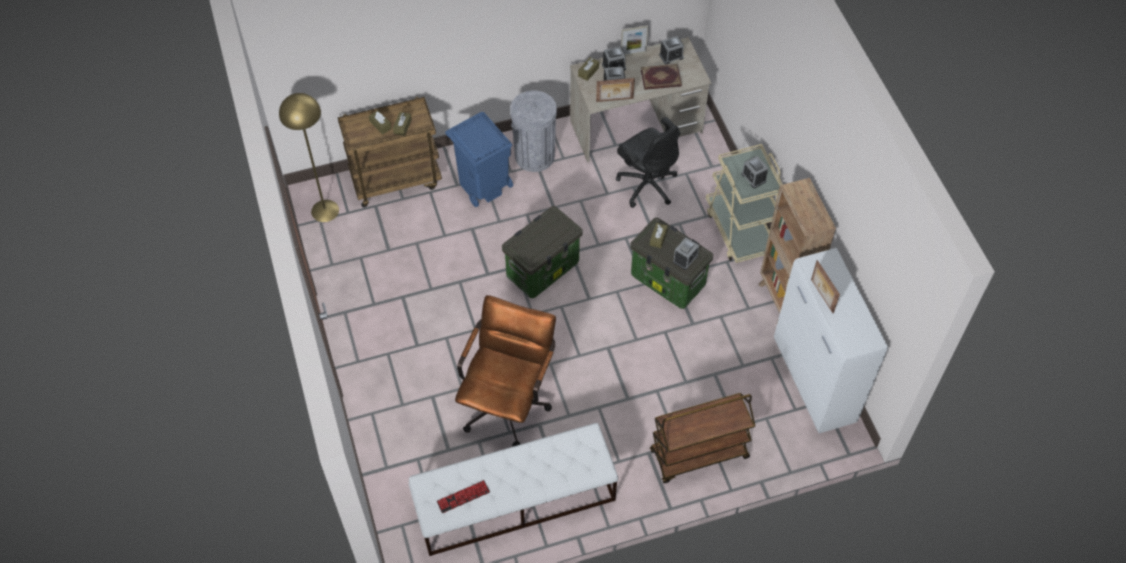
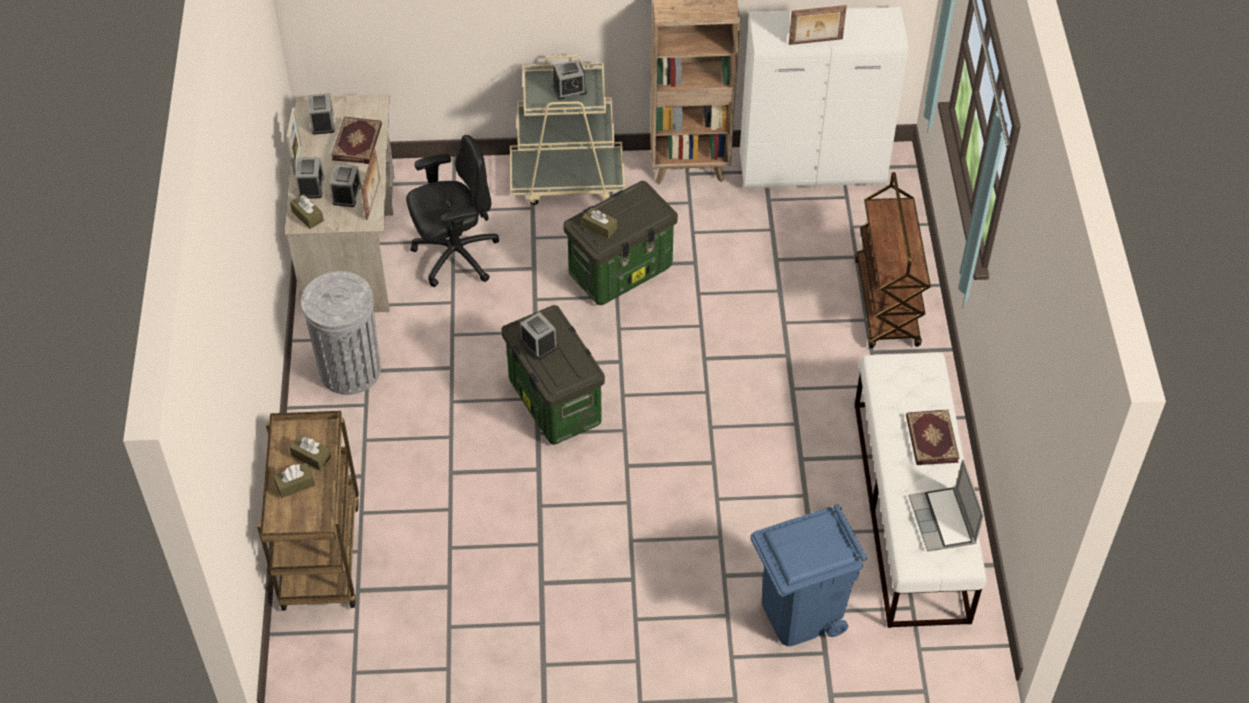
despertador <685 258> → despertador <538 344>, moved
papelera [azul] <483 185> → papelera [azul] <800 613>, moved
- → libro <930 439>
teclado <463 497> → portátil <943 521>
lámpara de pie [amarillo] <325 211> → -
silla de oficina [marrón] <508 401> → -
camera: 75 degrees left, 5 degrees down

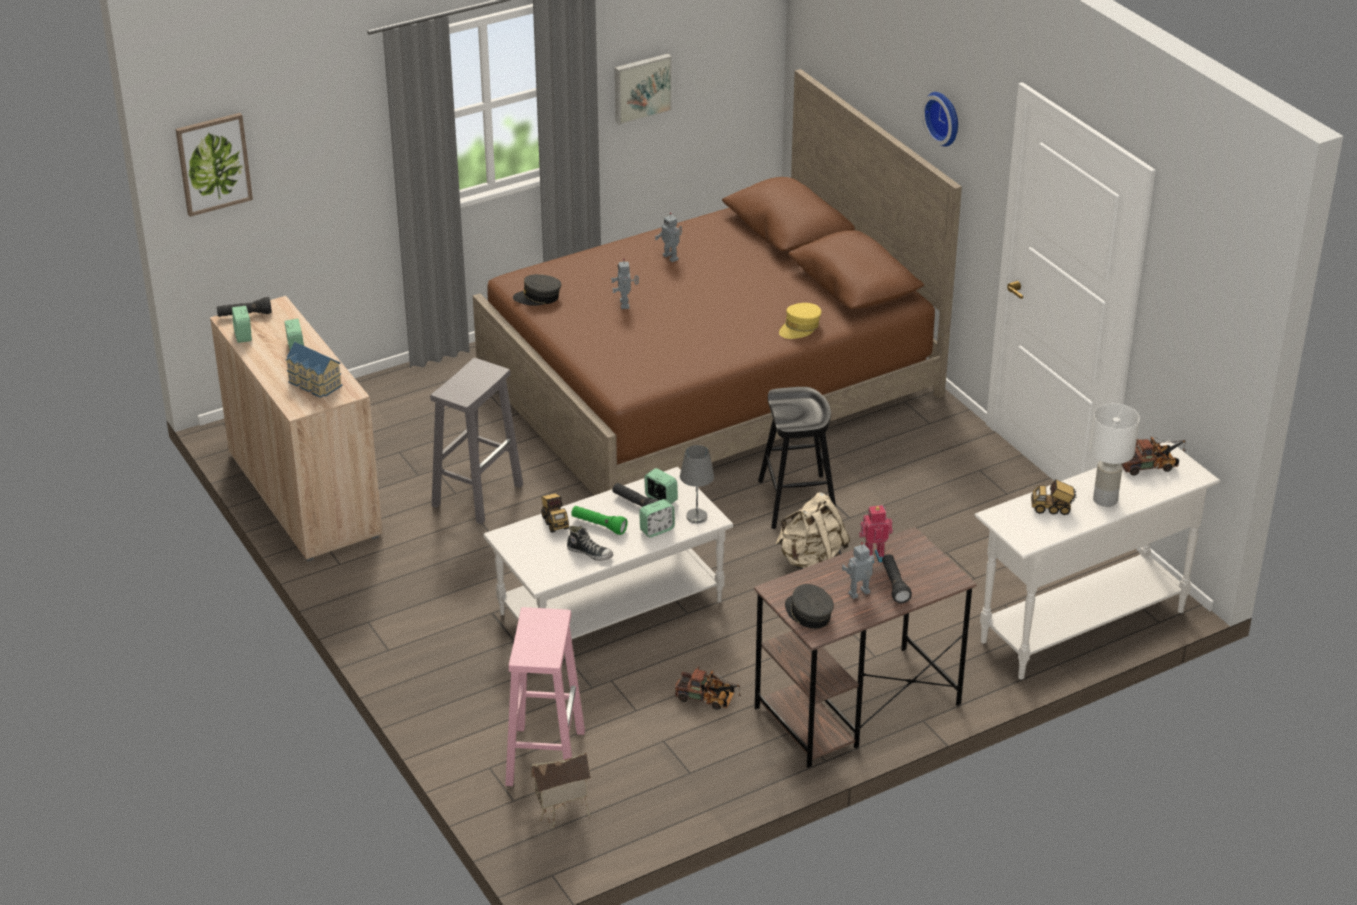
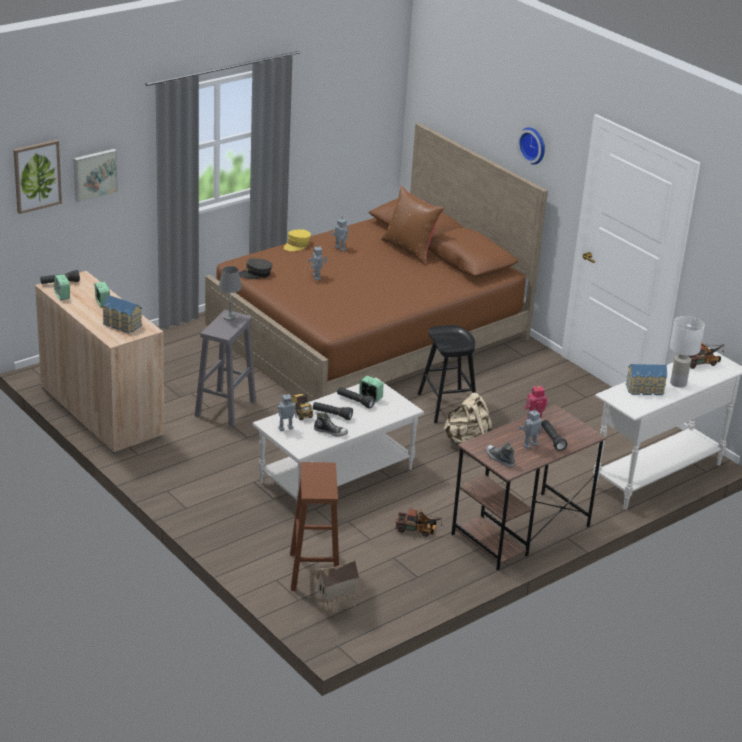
cuadro <641 87> → cuadro <94 174>, moved
lámpara de mesa [gris] <697 517> → lámpara de mesa [gris] <230 317>, moved
- → robot de juguete <285 428>
gorra [amarillo] <800 327> → gorra [amarillo] <297 245>, moved
taburete [rosa] <545 756> → taburete [marrón] <314 571>
linterna [verde] <598 526> → linterna [negro] <332 415>
- → cojín [marrón] <410 250>
gorra [gris] <808 614> → zapato <499 459>
camión de juguete <1052 509> → casita <645 389>
despertador <657 530> → -
camera: 10 degrees left, 5 degrees down

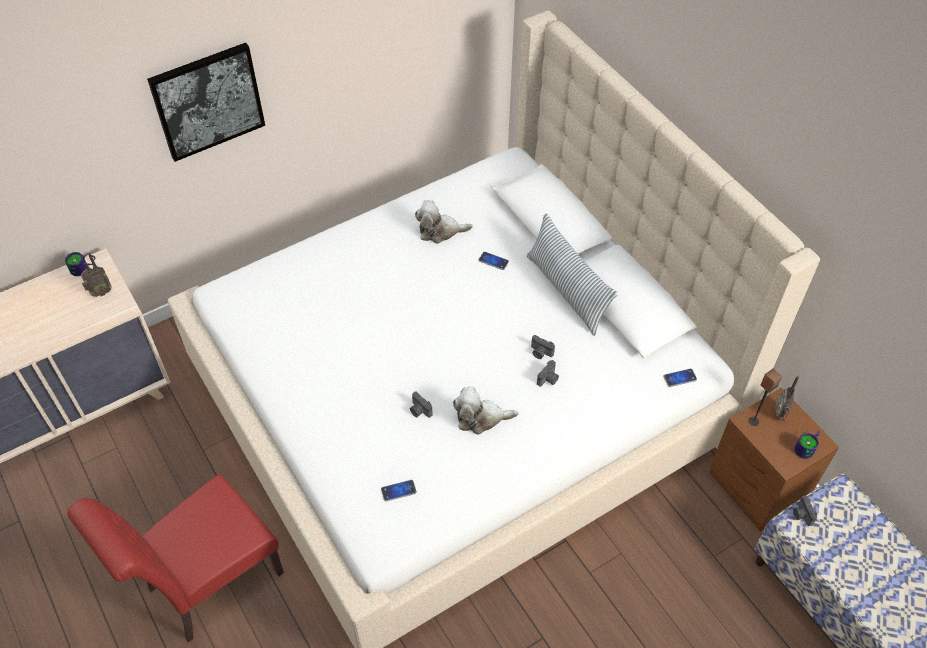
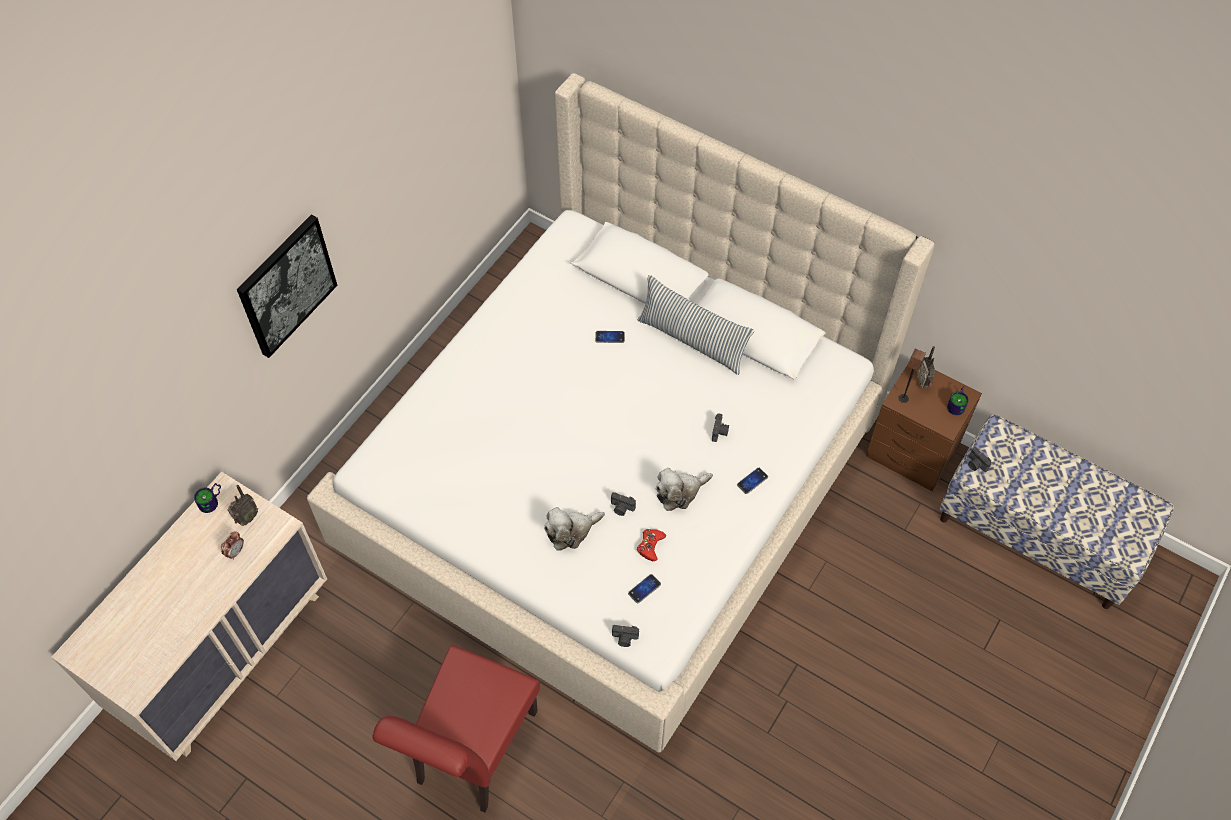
- → despertador <235 552>
peluche <440 231> → peluche <571 531>, moved
cámara <540 353> → cámara <624 639>, moved
- → mando de consola [rojo] <650 545>
móvil <680 378> → móvil <752 481>, moved
camera: 25 degrees left, 5 degrees up

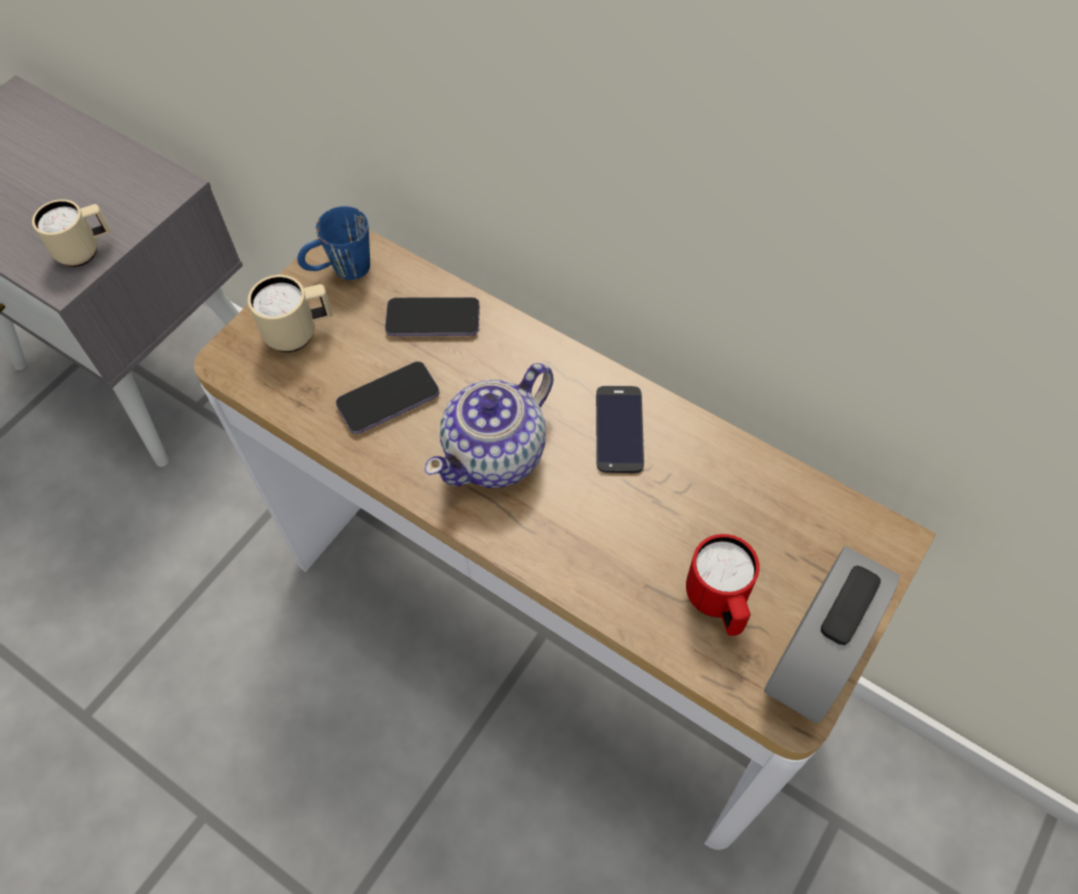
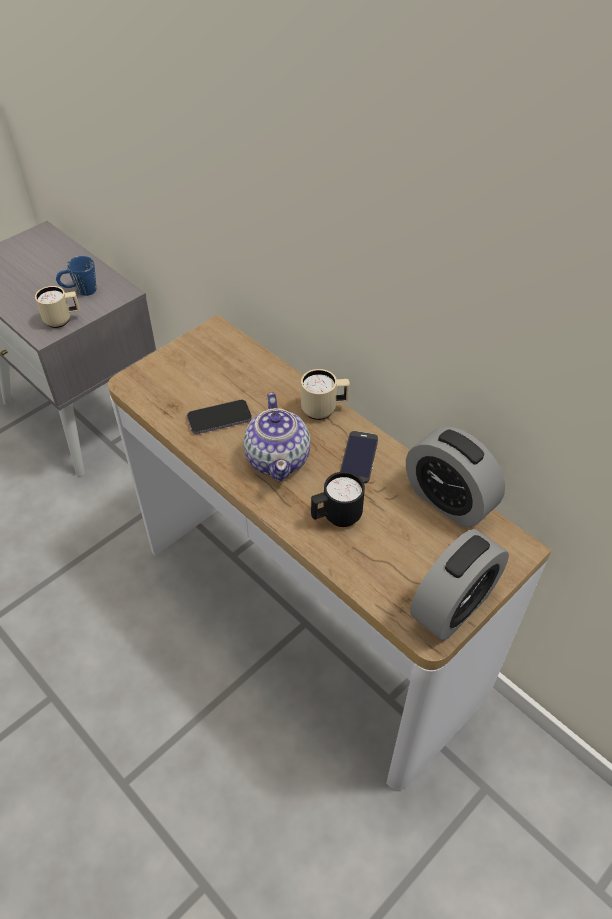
taza grande [azul] <340 271> → taza grande [azul] <80 291>, moved
tetera <496 453> → tetera <278 458>, 60 degrees counterclockwise
taza grande [beis] <300 333> → taza grande [beis] <324 409>, moved
- → taza grande [negro] <336 517>
- → despertador <448 500>
móvil <433 319> → -
taza grande [rojo] <718 603> → -
camera: 10 degrees right, 10 degrees down

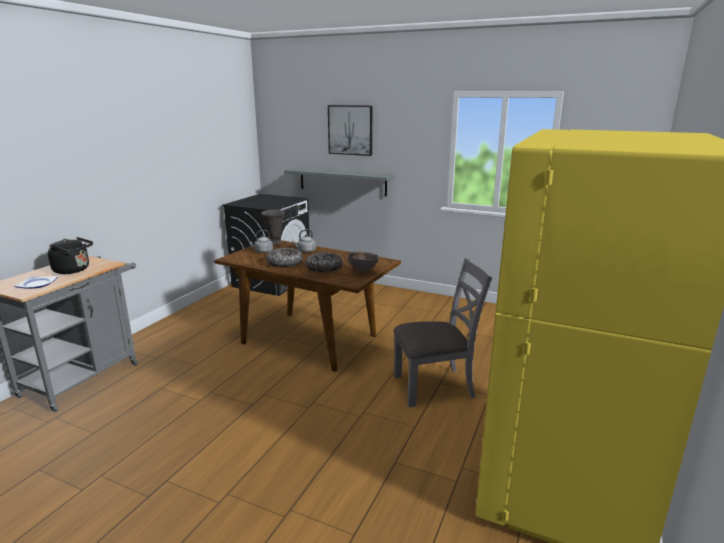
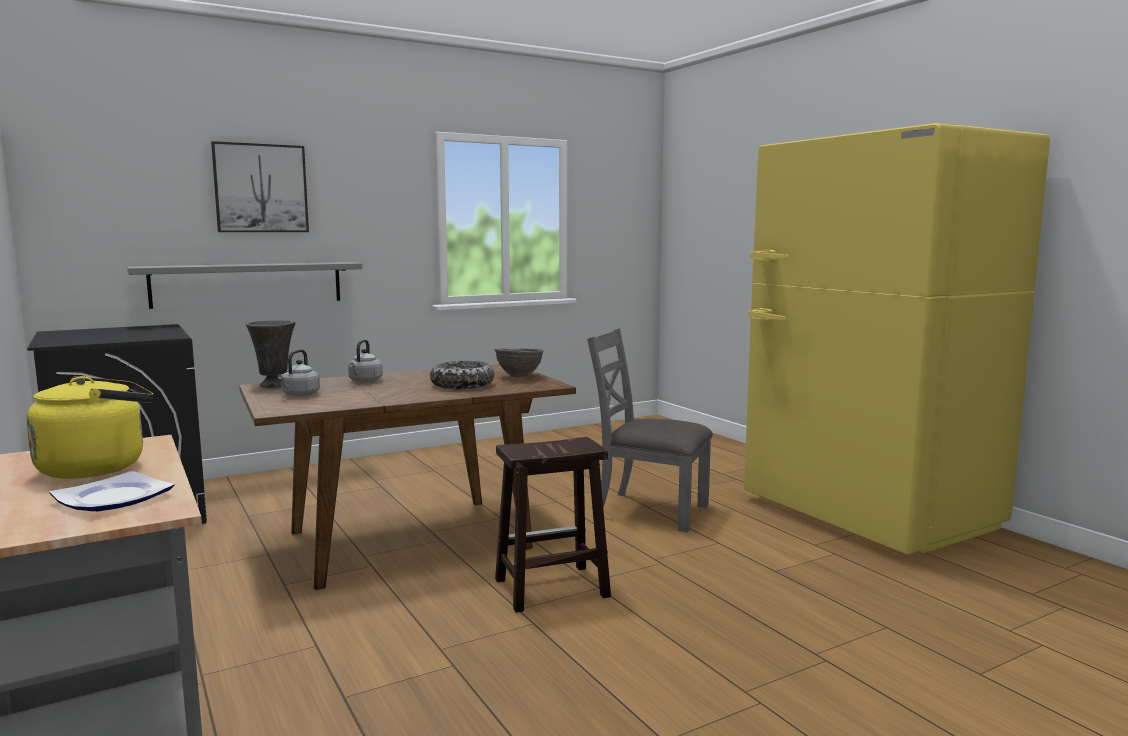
hervidor [negro] <74 270> → hervidor [amarillo] <99 467>
- → taburete [marrón] <549 588>
silla [gris] <434 386> → silla [gris] <650 510>, 90 degrees counterclockwise
cuenco <285 263> → -
camera: 55 degrees left, 10 degrees down

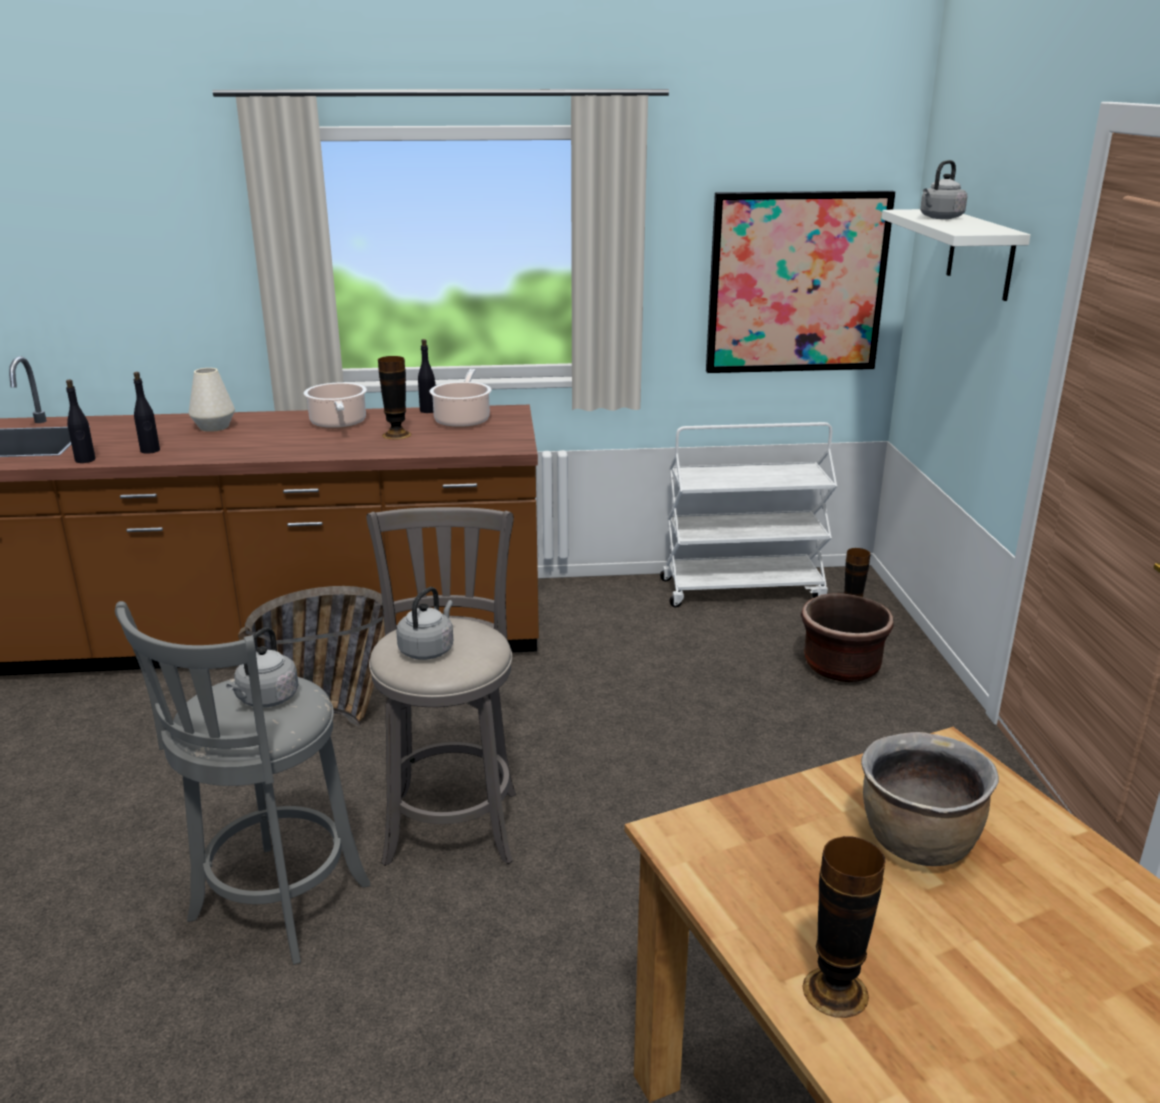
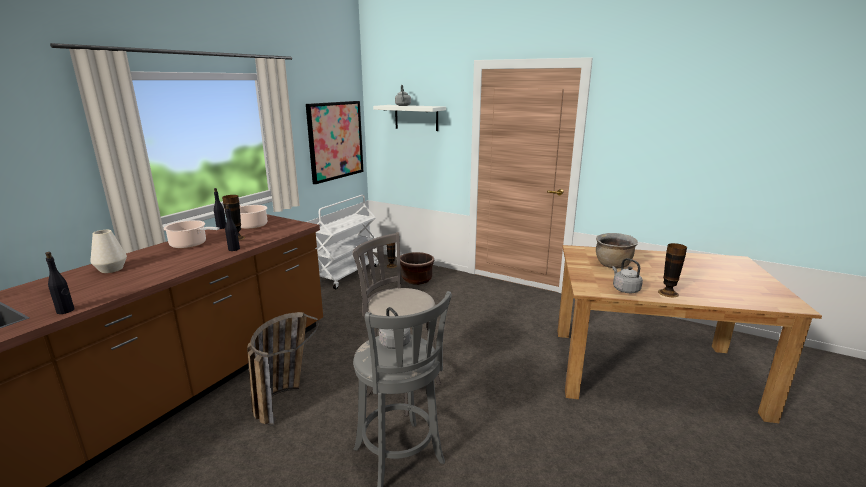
botella [negro] <150 450> → botella [negro] <234 249>, moved
hervidor [gris] <428 649> → hervidor [gris] <624 289>, moved
camera: 55 degrees left, 5 degrees down

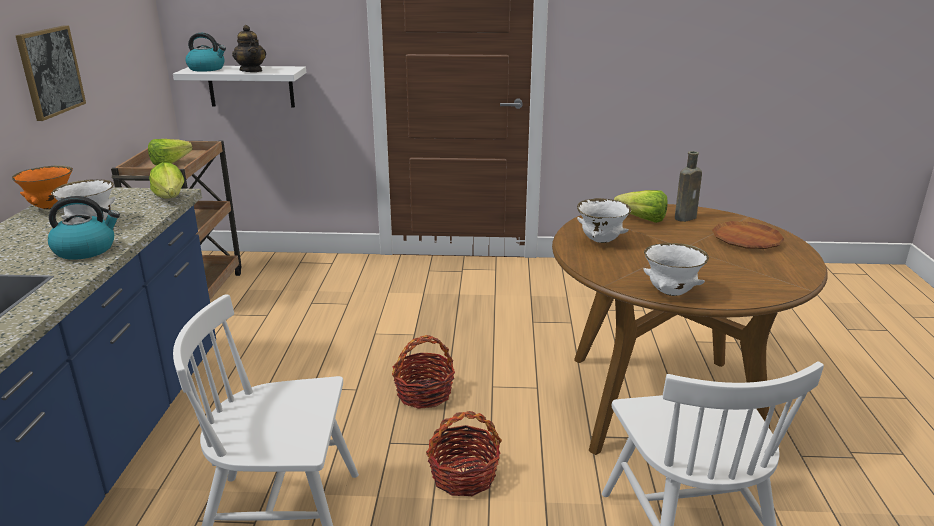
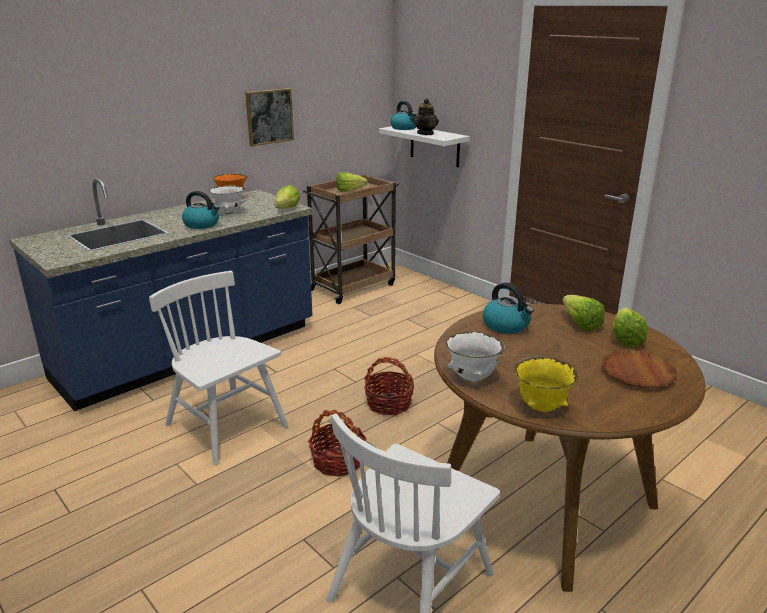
cuenco [blanco] <600 241> → hervidor <506 325>
- → cuenco [amarillo] <542 407>
botella [marrón] <686 217> → lechuga <626 337>
camera: 45 degrees right, 0 degrees up

